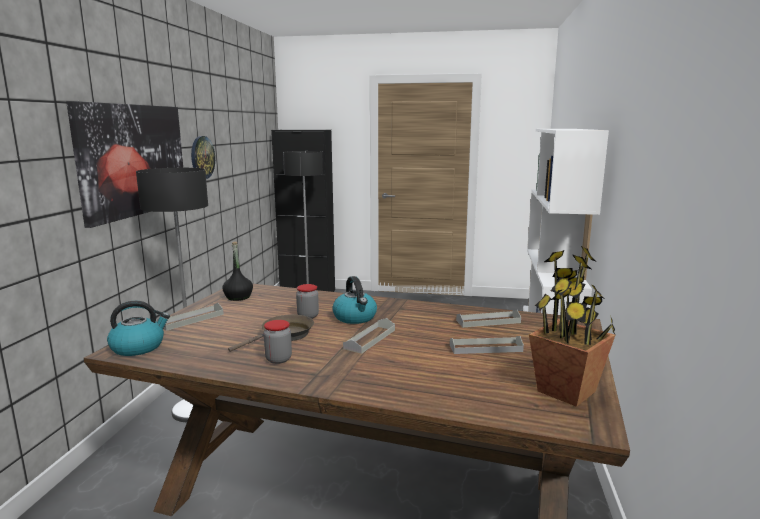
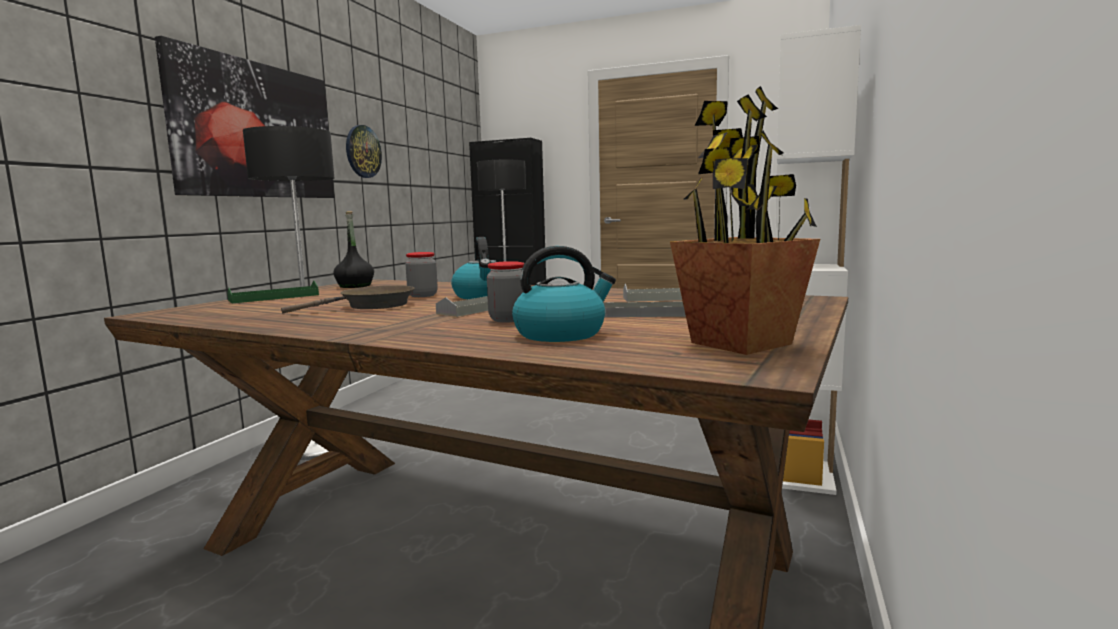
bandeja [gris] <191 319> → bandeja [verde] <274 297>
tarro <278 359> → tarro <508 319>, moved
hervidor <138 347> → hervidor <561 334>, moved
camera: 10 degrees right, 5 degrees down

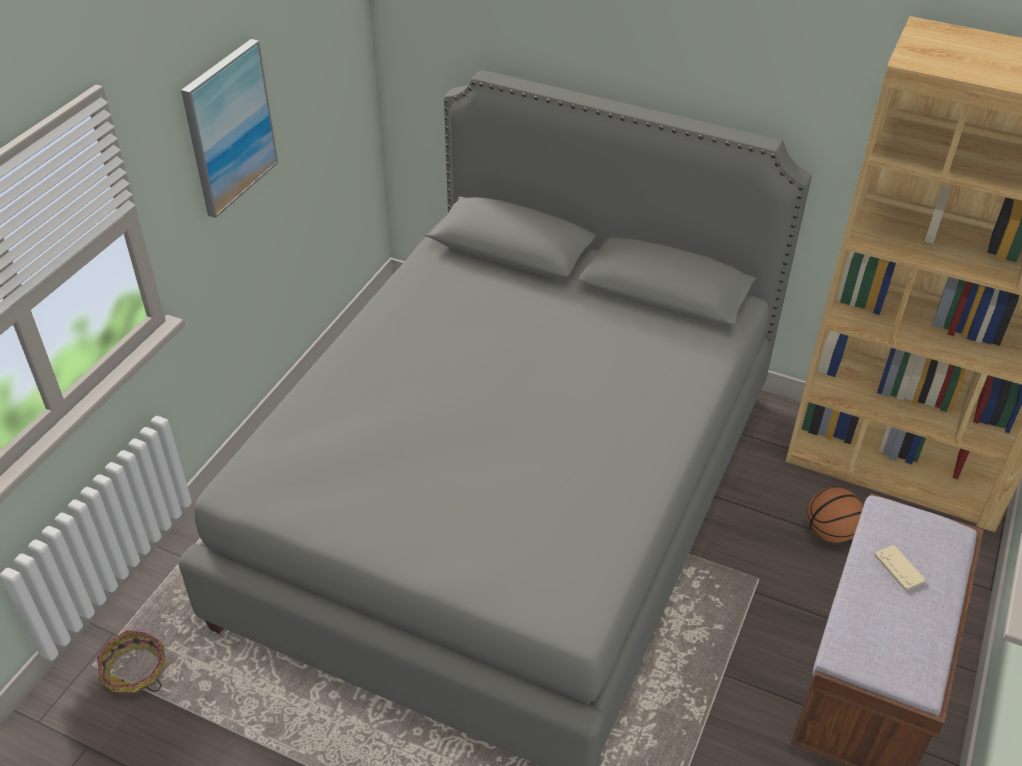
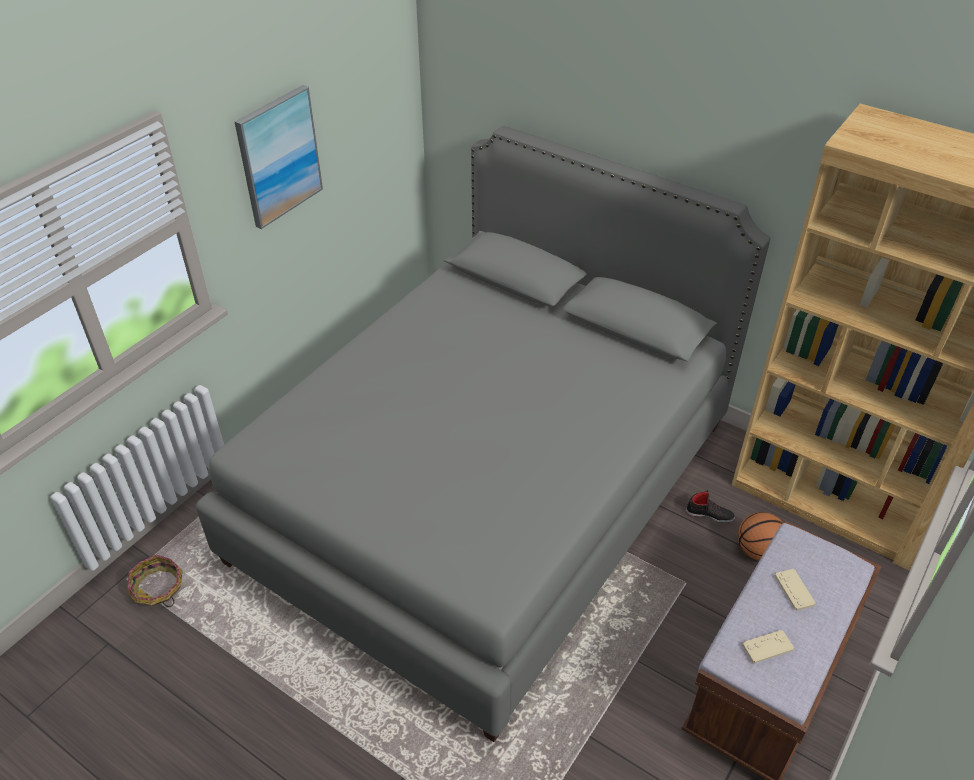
- → zapato [negro] <709 514>
- → mando de consola [beis] <767 647>
camera: 10 degrees right, 0 degrees up

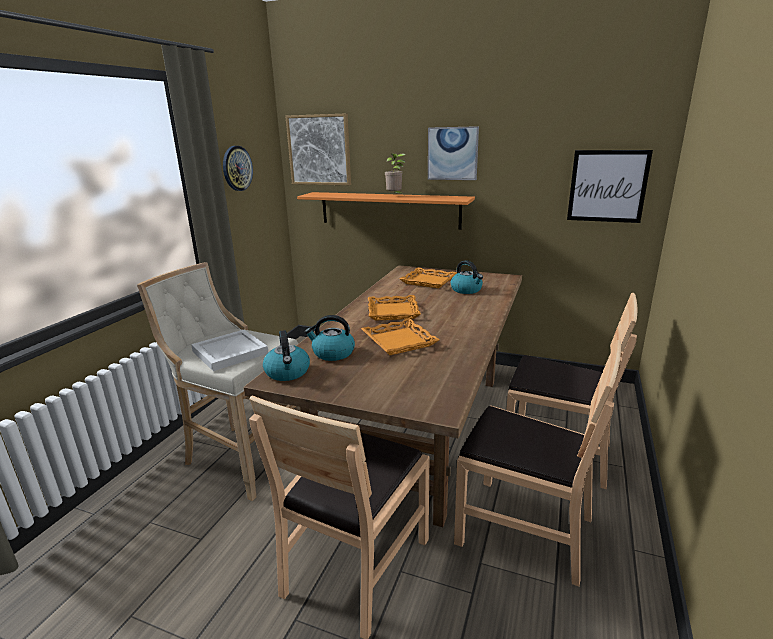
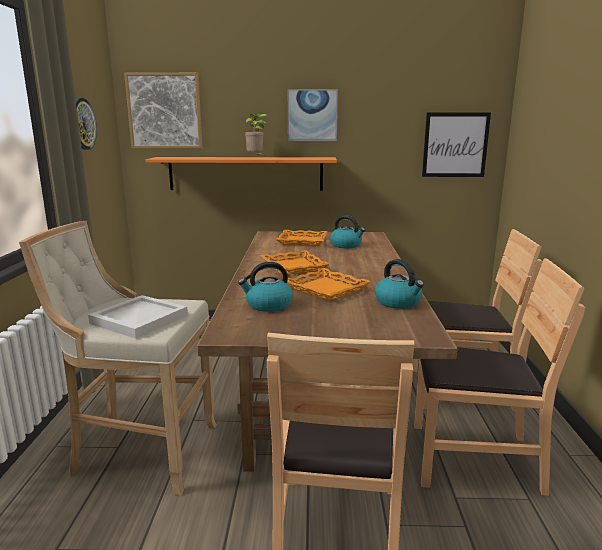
hervidor <288 372> → hervidor <398 302>, moved
camera: 20 degrees left, 5 degrees down

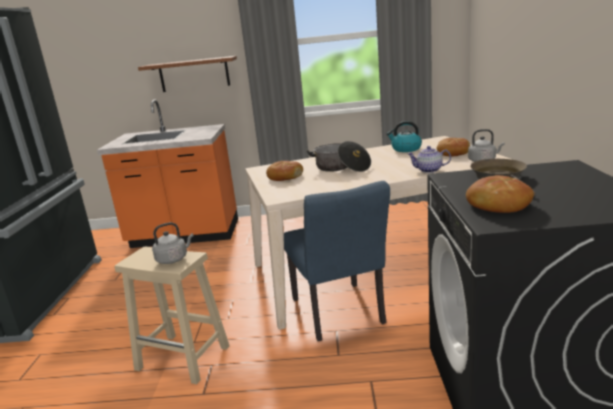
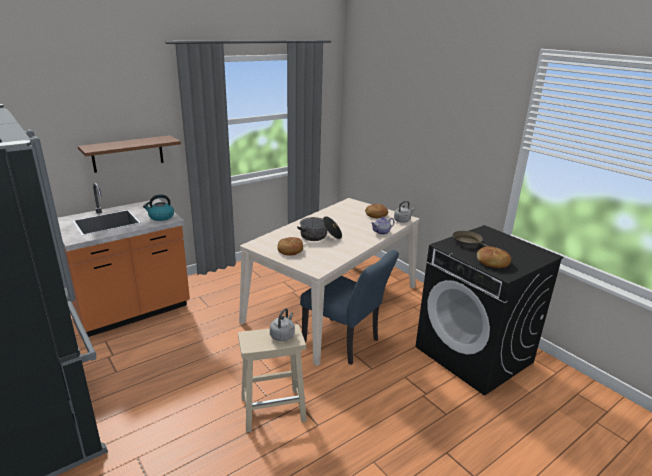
hervidor <405 149> → hervidor <161 217>, moved
camera: 40 degrees left, 5 degrees up

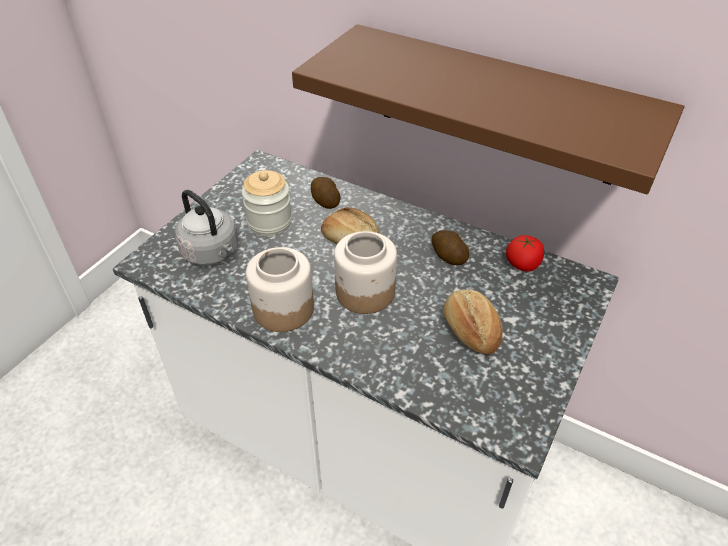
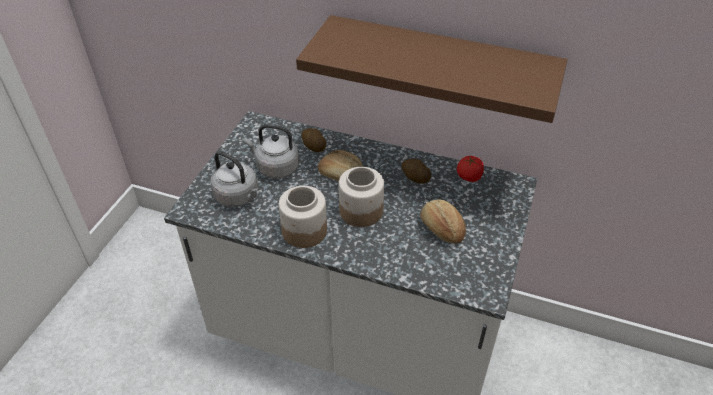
tarro <269 222> → hervidor [gris] <275 168>
camera: 10 degrees left, 0 degrees up

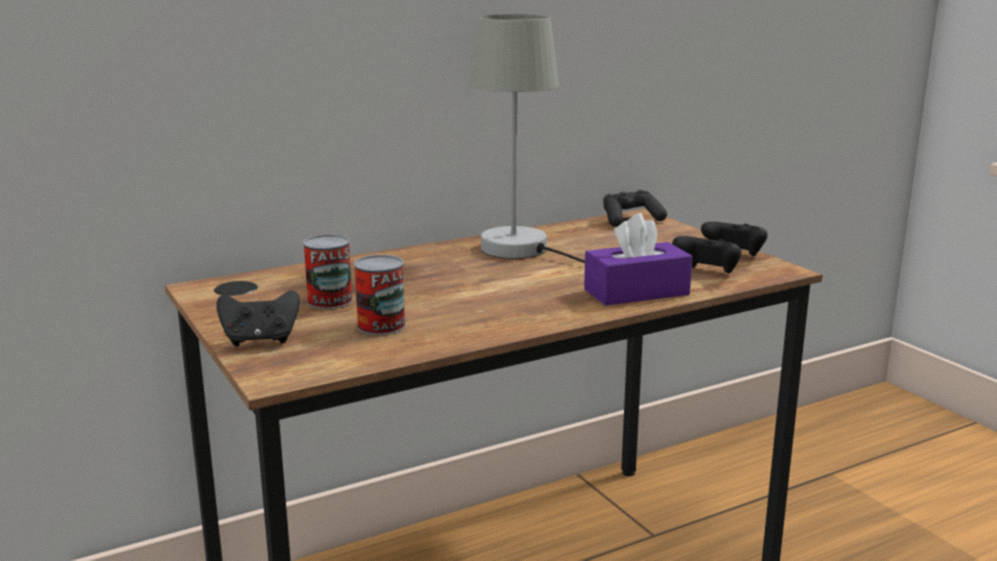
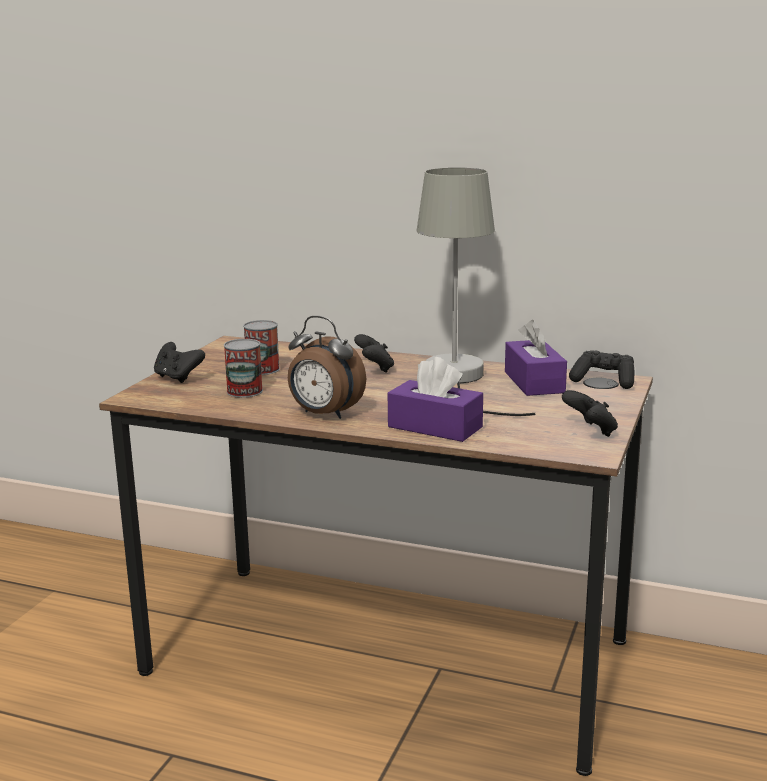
- → despertador <324 414>
mando de consola [negro] <707 273> → mando de consola [negro] <375 368>, moved
- → caja de pañuelos [morado] <534 382>
camera: 50 degrees right, 0 degrees up

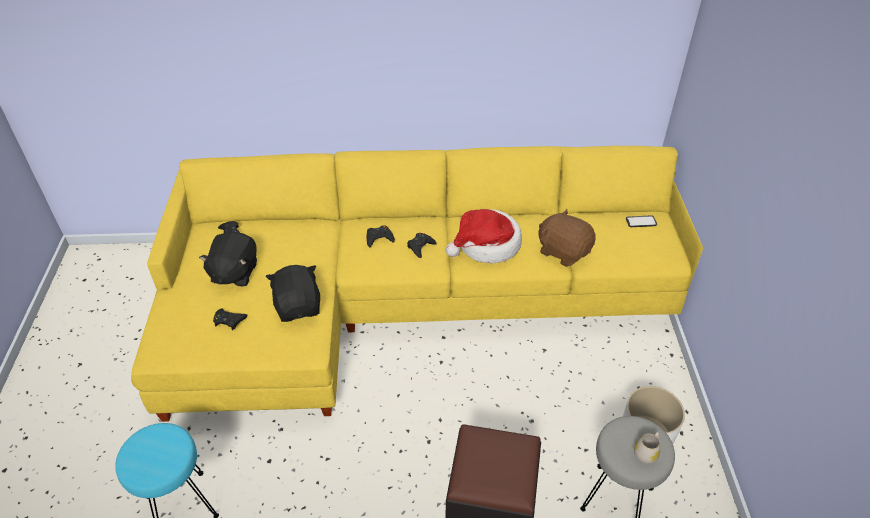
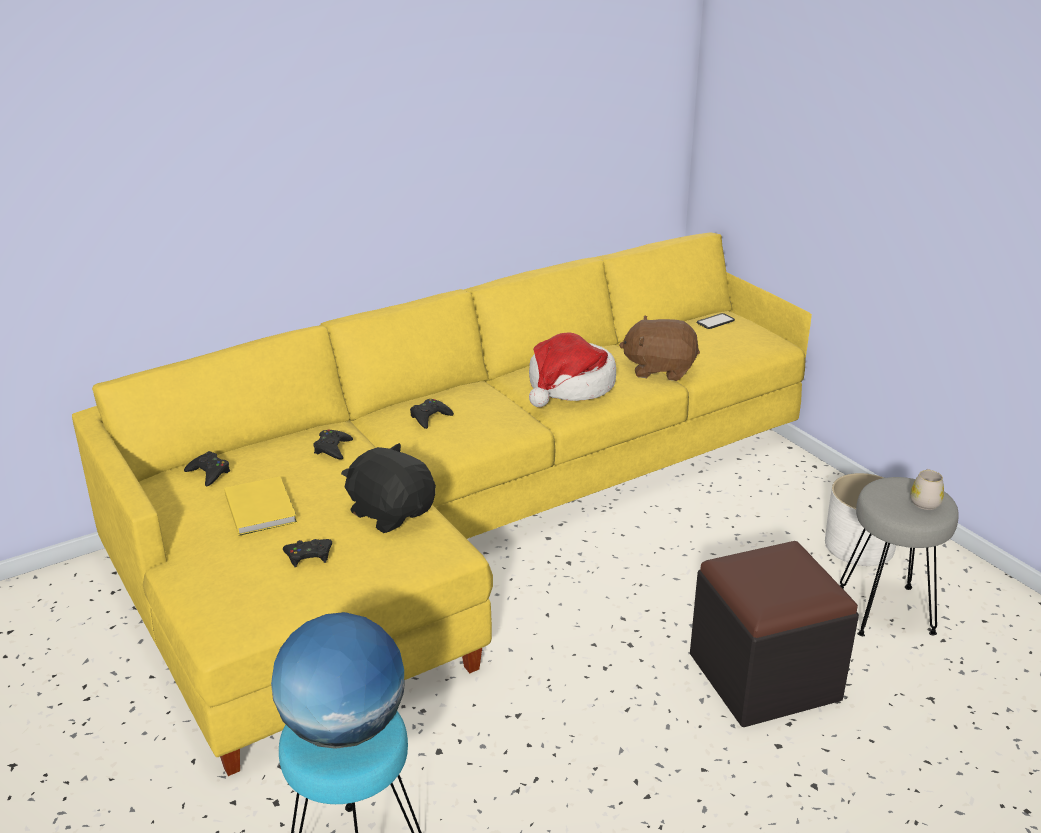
peluche [negro] <234 273> → libro [amarillo] <261 507>
- → globo terráqueo <343 728>
mando de consola [negro] <420 247> → mando de consola [negro] <332 448>, moved
camera: 30 degrees left, 15 degrees down

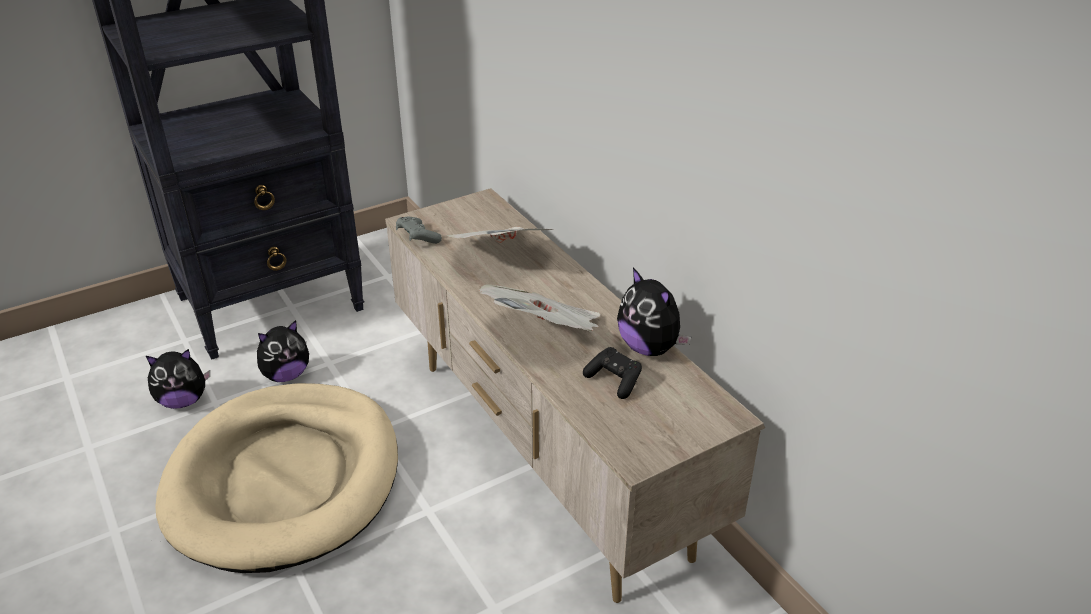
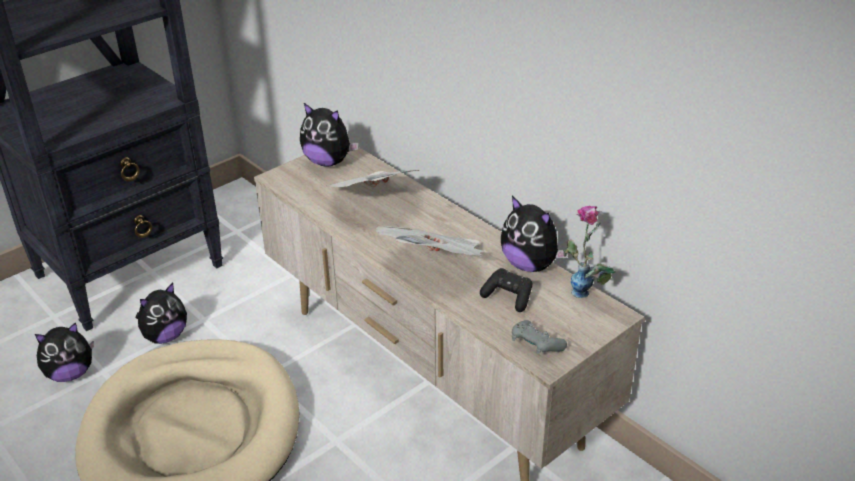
- → peluche <328 162>
mando de consola [gris] <417 238> → mando de consola [gris] <535 346>, moved
- → florero <584 300>
camera: 10 degrees left, 0 degrees up

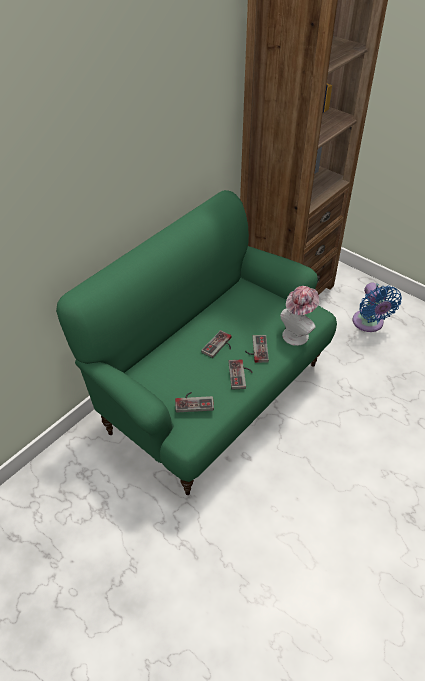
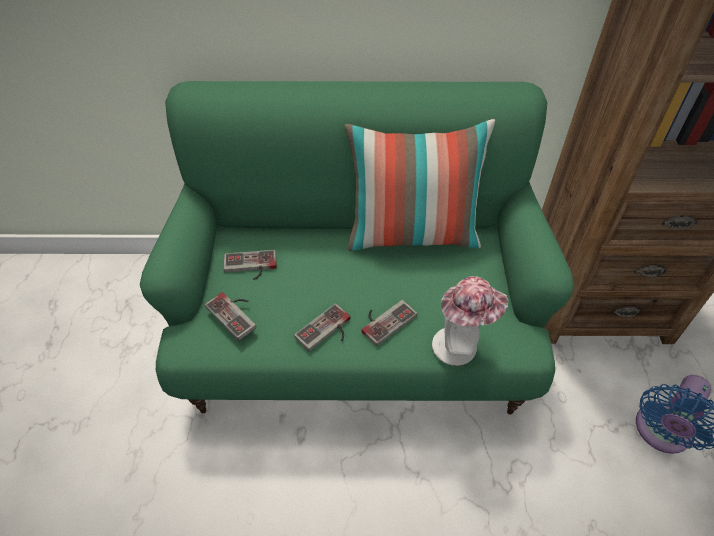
mando de consola <220 346> → mando de consola <250 267>, moved
- → cojín <412 234>
camera: 50 degrees right, 5 degrees up

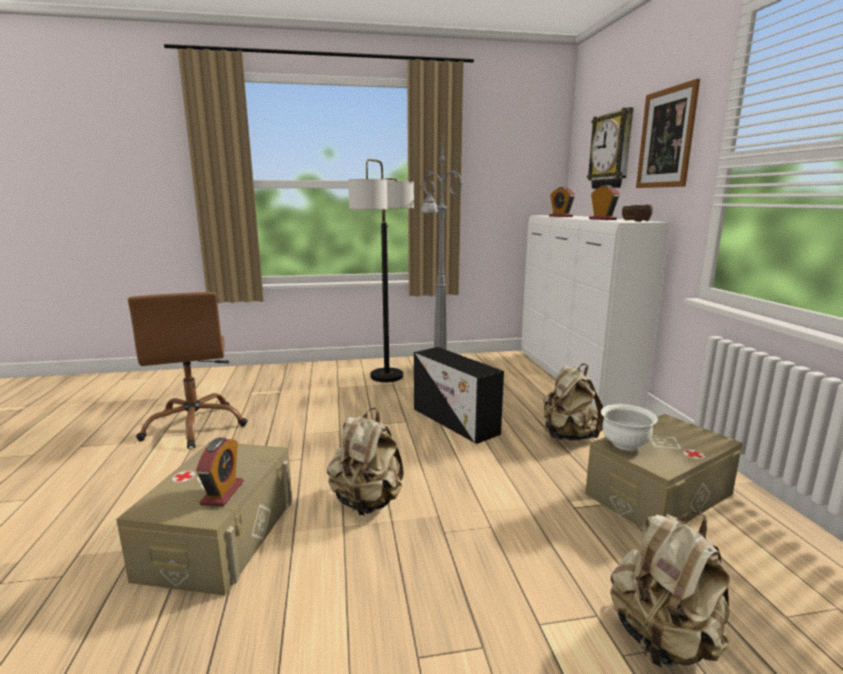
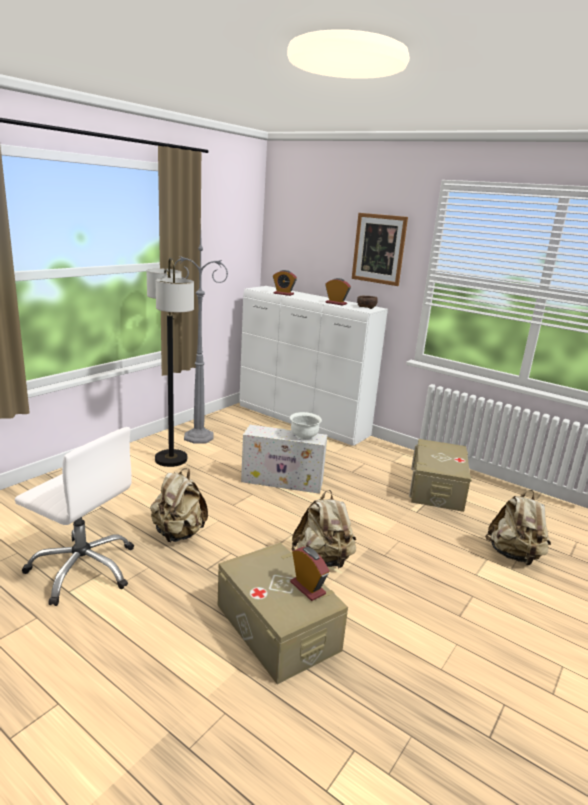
silla de oficina [marrón] <195 426> → silla de oficina [blanco] <83 568>
mochila [beis] <568 436> → mochila [beis] <178 534>, moved
caja de almacenaje [negro] <456 421> → caja de almacenaje [blanco] <283 481>
cuenco [blanco] <624 444> → cuenco [blanco] <304 436>, moved
reloj de pared <611 151> → -
camera: 45 degrees left, 5 degrees up

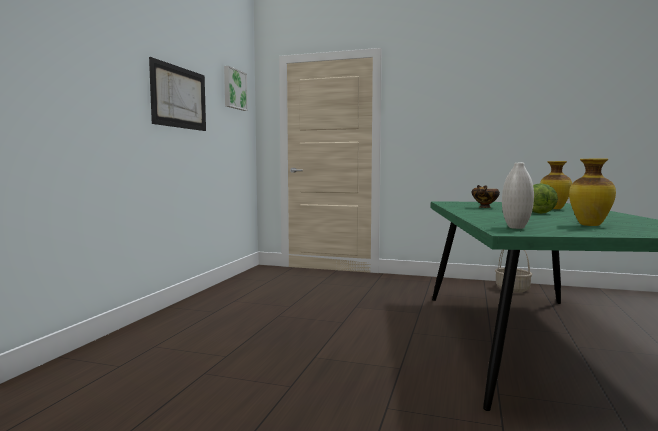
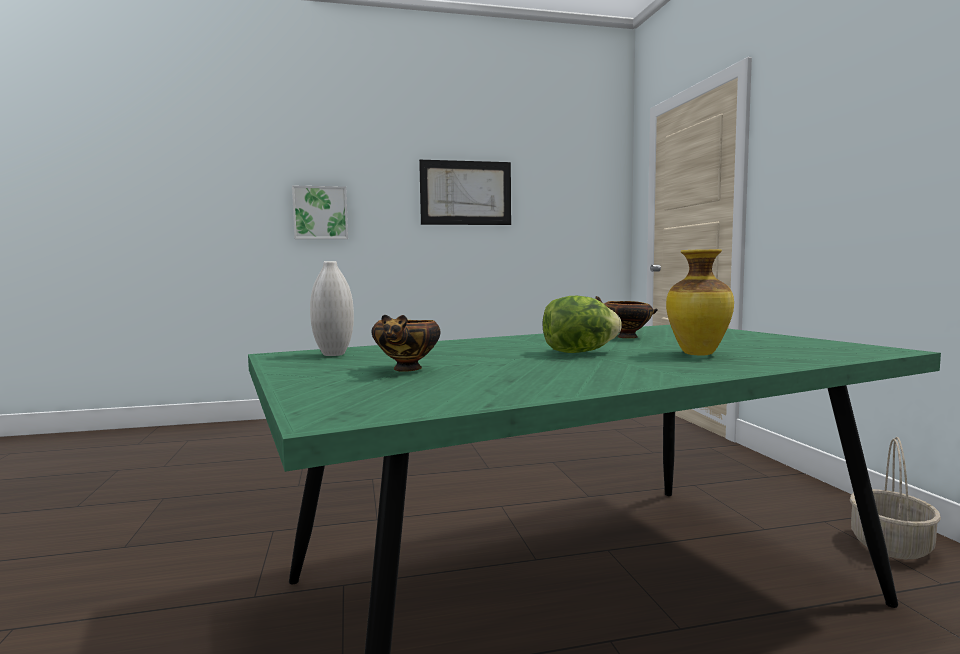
cuadro <234 89> → cuadro <320 213>, moved
florero <589 225> → cuenco <407 369>
camera: 60 degrees right, 0 degrees up

